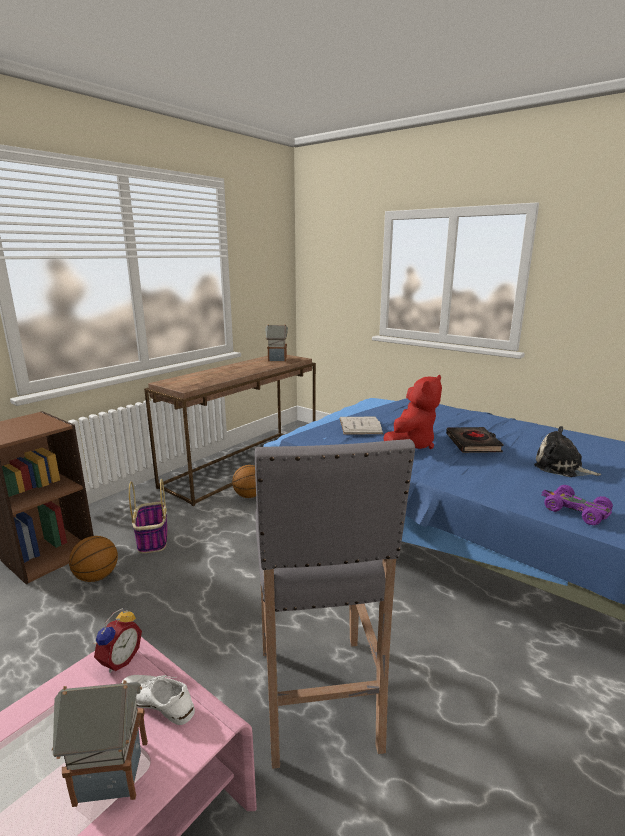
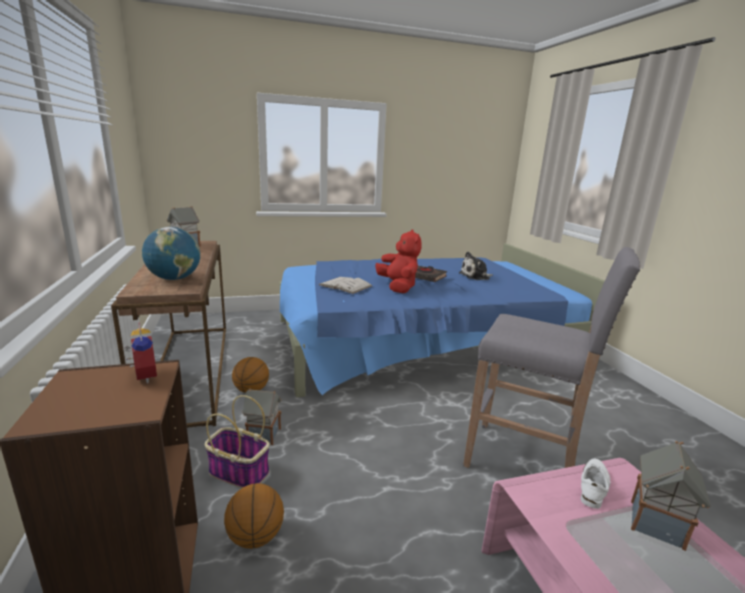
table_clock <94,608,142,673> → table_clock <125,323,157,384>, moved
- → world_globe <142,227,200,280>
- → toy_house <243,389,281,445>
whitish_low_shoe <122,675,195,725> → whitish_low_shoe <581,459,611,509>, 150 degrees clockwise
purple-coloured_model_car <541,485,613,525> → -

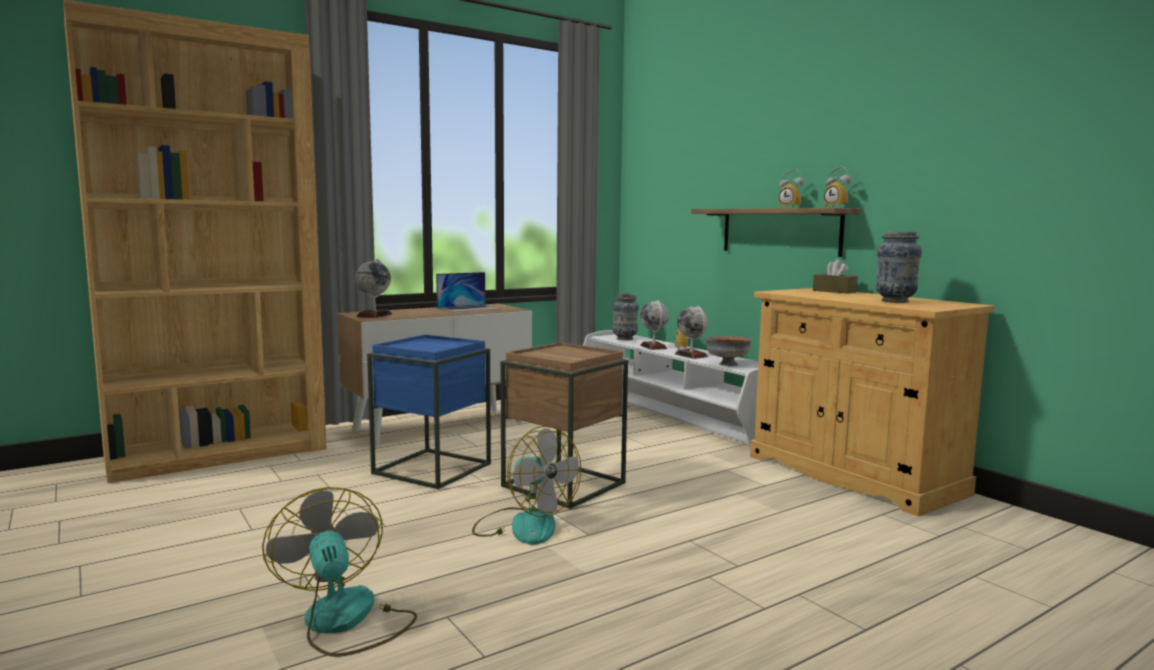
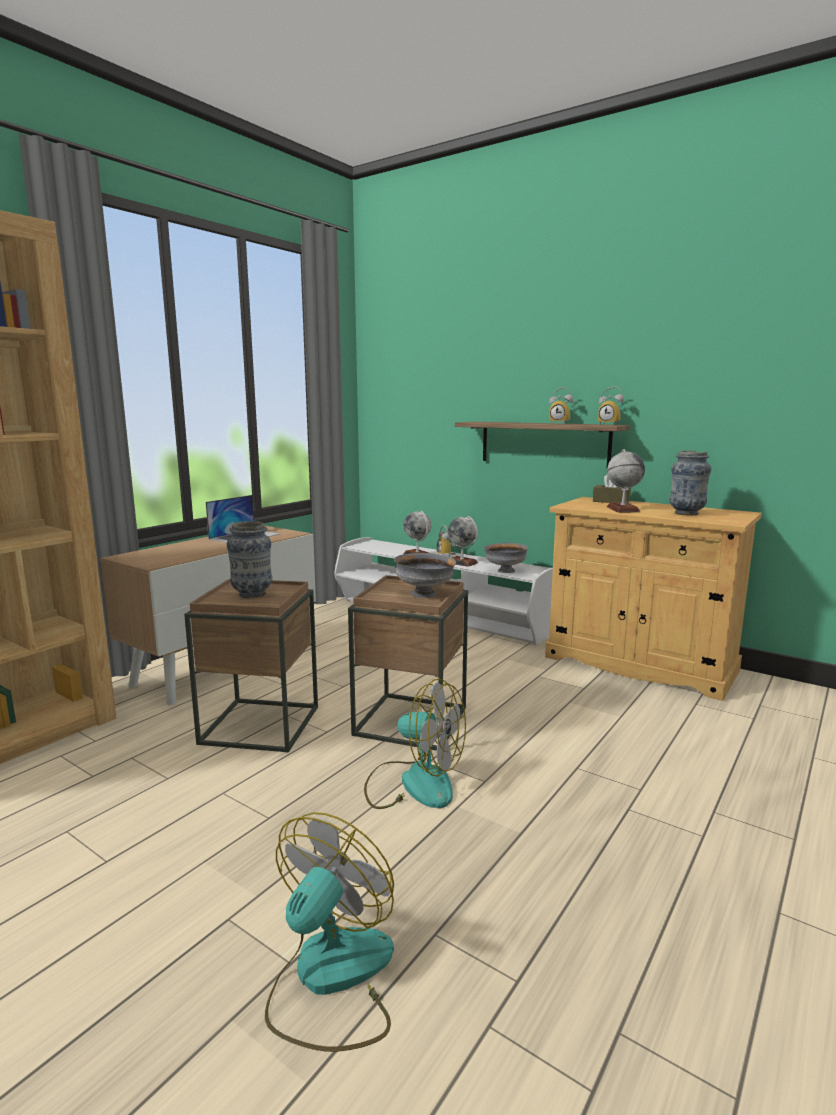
blue_accent_table <367,335,491,489> → brownish_accent_table <184,579,318,753>
decorative_vase <612,294,639,340> → decorative_vase <227,521,272,598>, moved
cooling_fan <262,487,417,657> → cooling_fan <265,812,394,1052>, 75 degrees clockwise
- → greyish_serving_bowl <394,553,456,598>
world_globe <356,259,392,318> → world_globe <607,449,645,513>, moved

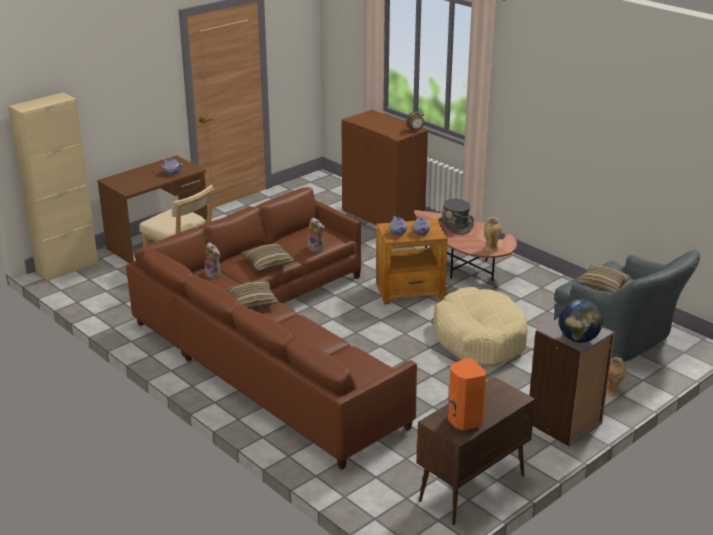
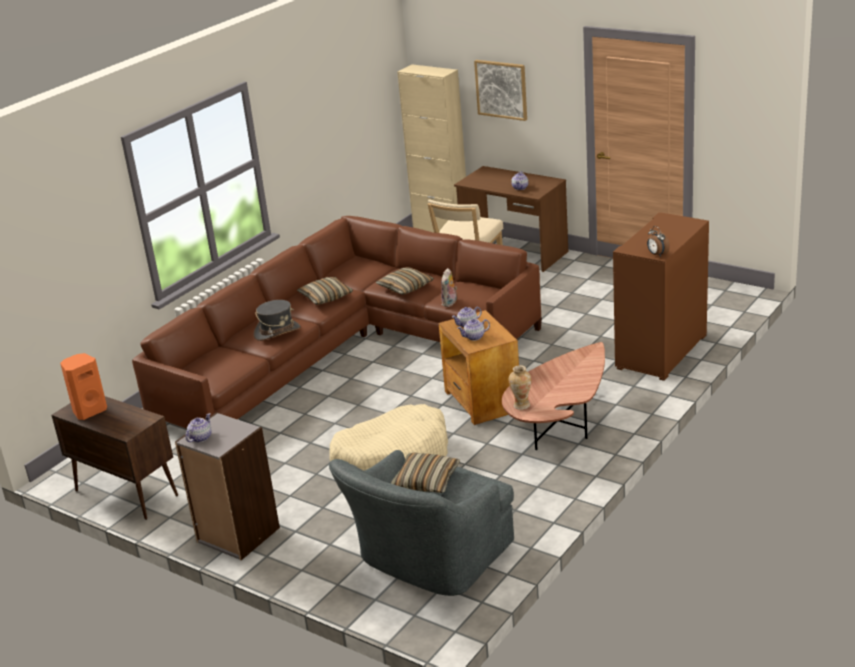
world_globe <559,299,603,343> → pot_for_tea <185,413,211,442>
greyish_wearable_hat <438,199,474,235> → greyish_wearable_hat <254,300,301,341>, moved
- → wall_art <474,60,527,121>
soft_toy <205,242,220,279> → -
decorative_vase <606,357,626,397> → -

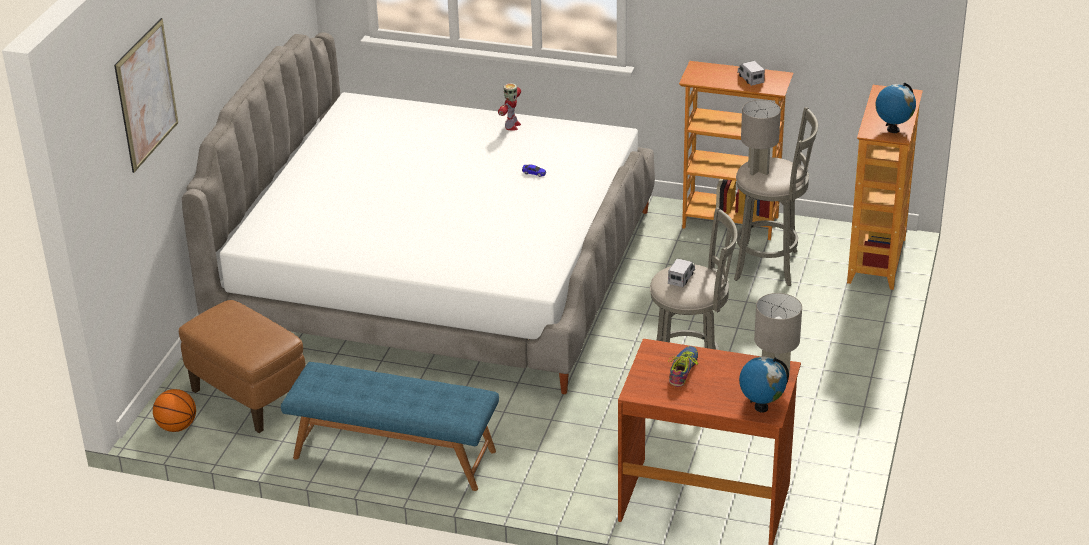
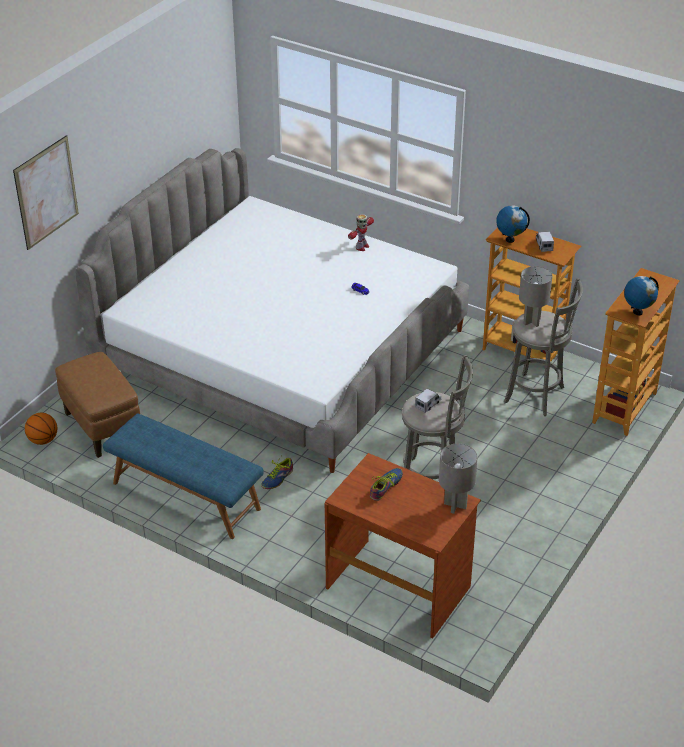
- → low_shoe <261,457,293,489>
world_globe <739,357,789,413> → world_globe <496,205,530,243>, moved

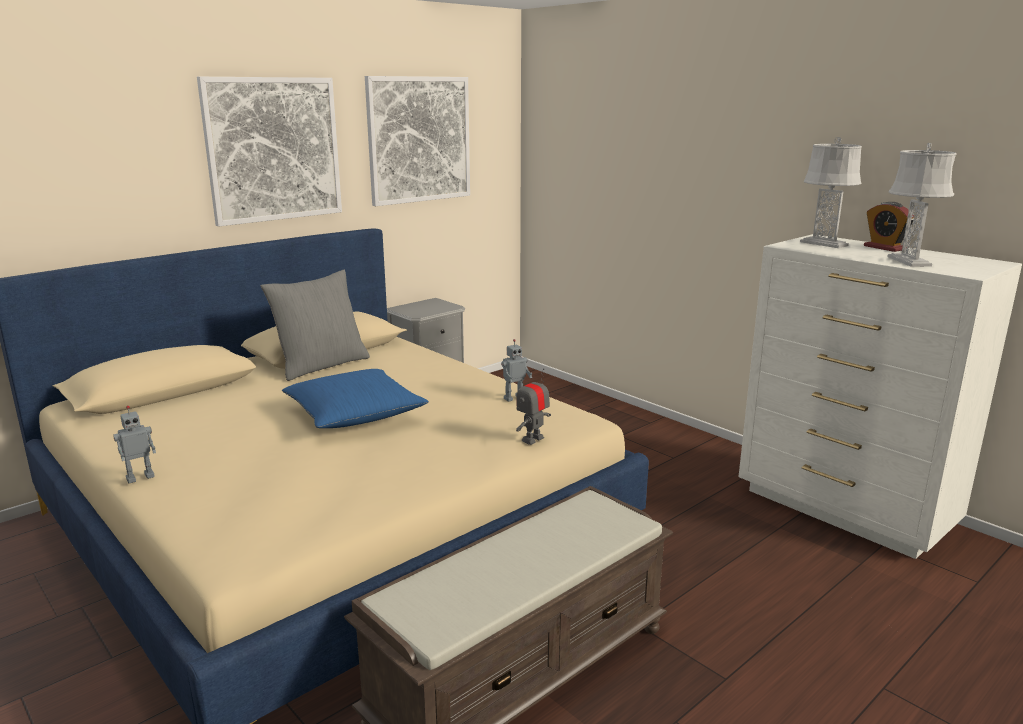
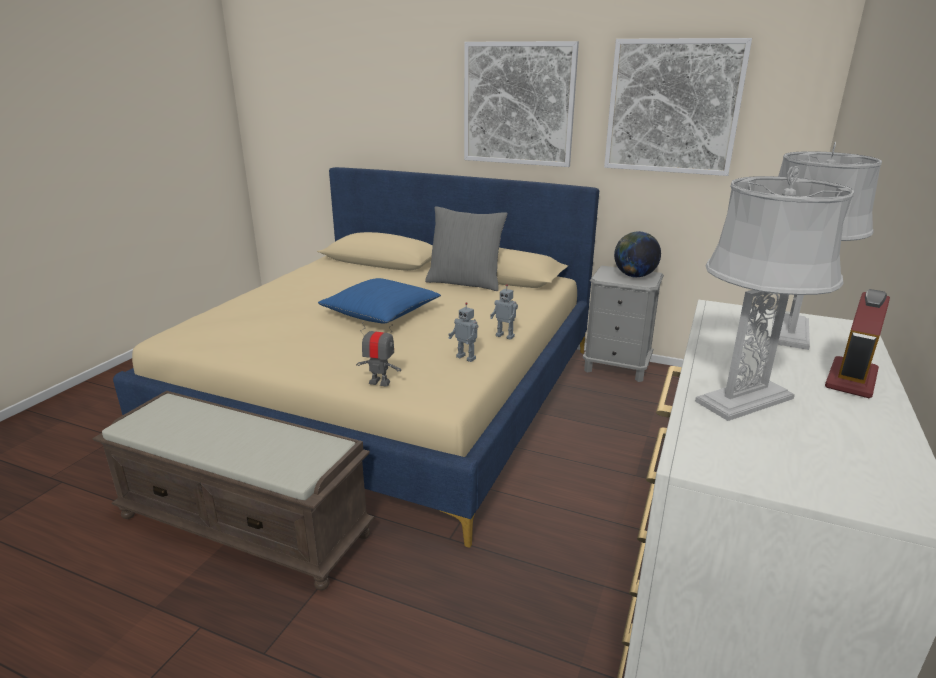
robot_figure <113,406,156,483> → robot_figure <490,284,518,340>, moved
- → world_globe <614,231,661,278>

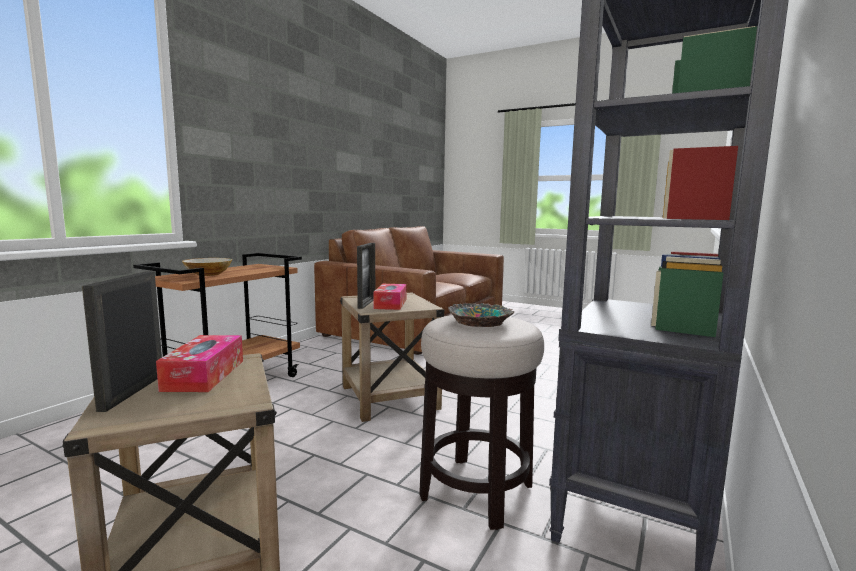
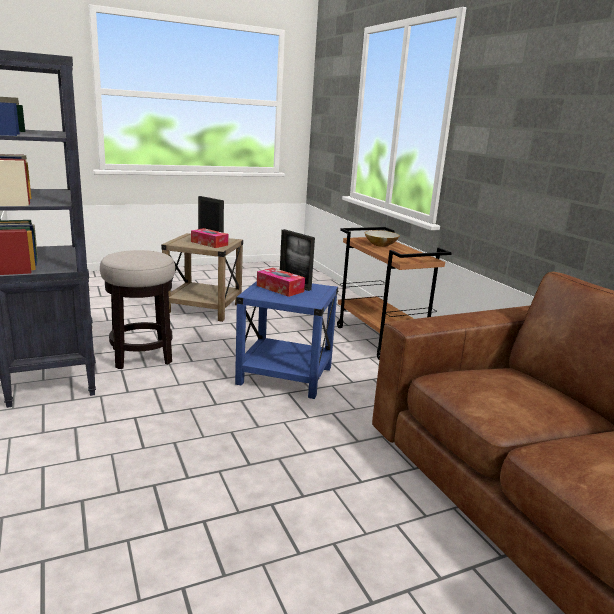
sand-coloured_accent_table <340,293,444,422> → blue_accent_table <235,281,338,399>
serving_bowl <448,303,514,327> → -

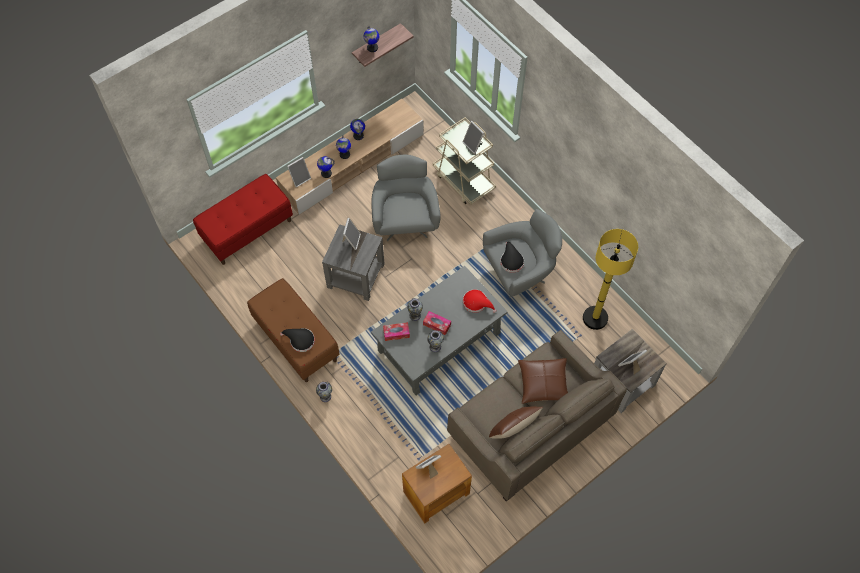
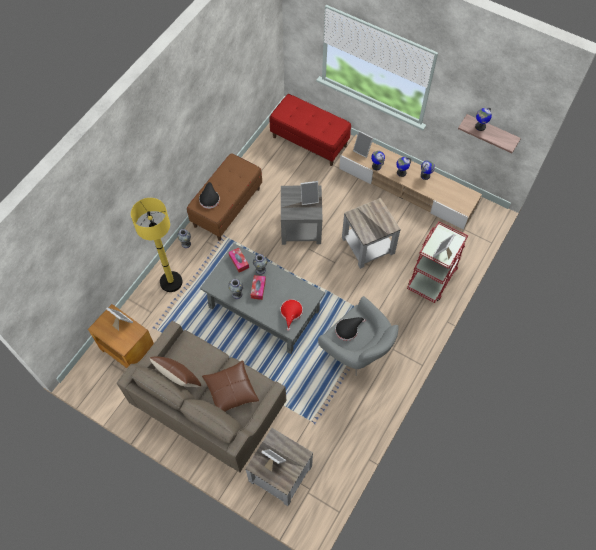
yellowish_standing_lamp <583,229,638,330> → yellowish_standing_lamp <131,198,183,292>, moved
greyish_easy_chair <371,155,441,242> → greyish_accent_table <342,198,401,269>
sand-coloured_cart <433,117,496,204> → red-coloured_cart <407,221,468,303>

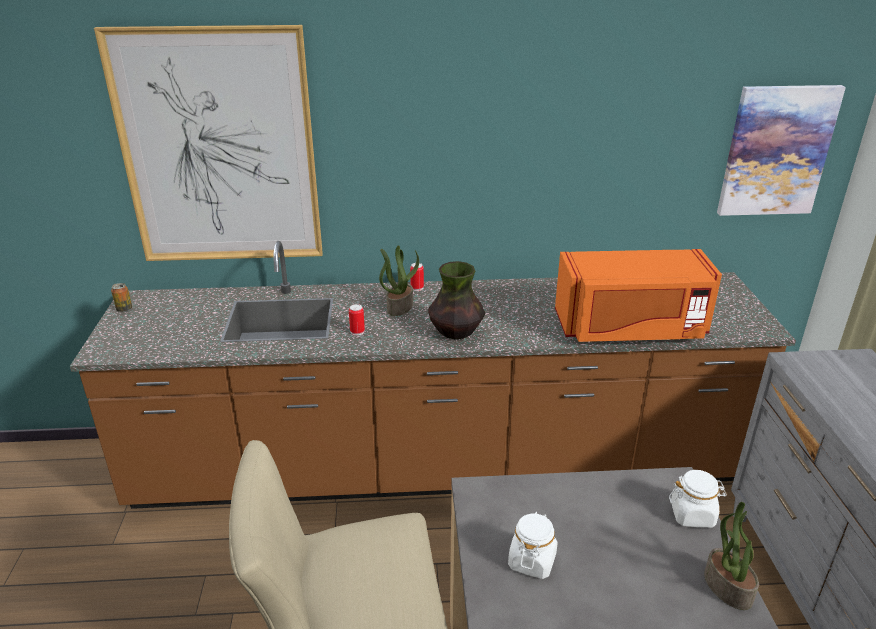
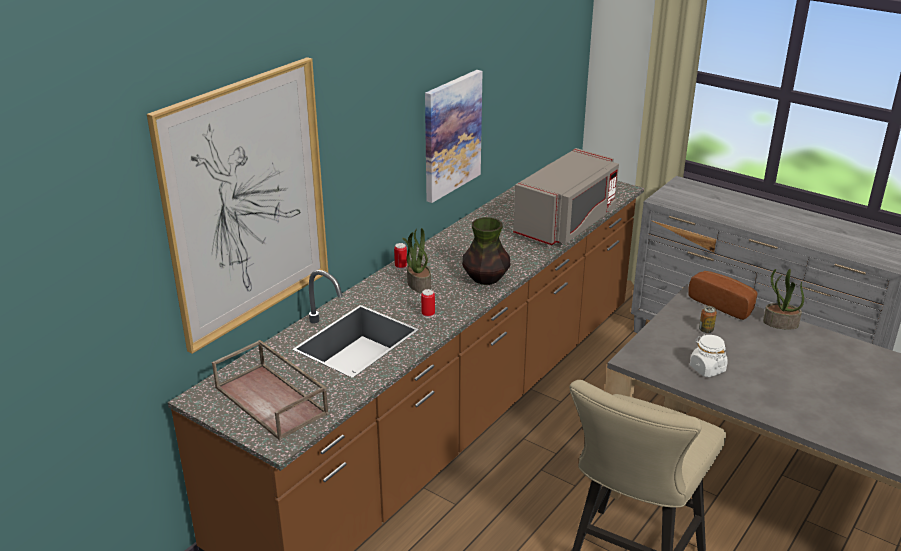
- → brownish_tray <212,340,329,440>
wall_art <717,85,846,216> → wall_art <425,70,482,203>, moved
orangey_kitchen_microwave <555,249,722,342> → greyish_kitchen_microwave <513,148,619,245>
whitish_storage_jar <669,470,727,528> → baked_bread <688,271,758,320>
metal_can <111,283,132,312> → metal_can <699,306,717,333>, moved

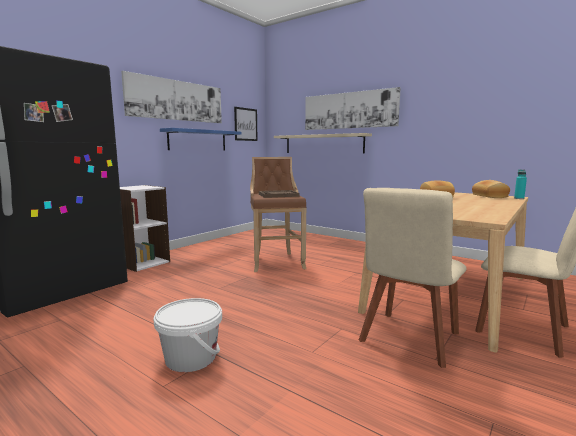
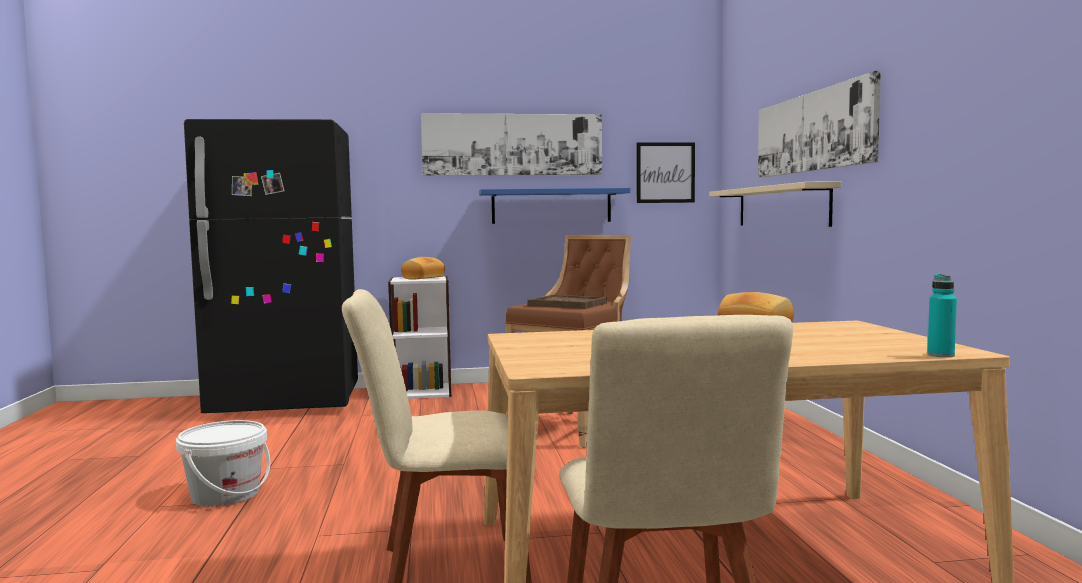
baked_bread <472,180,510,198> → baked_bread <401,257,445,279>, moved

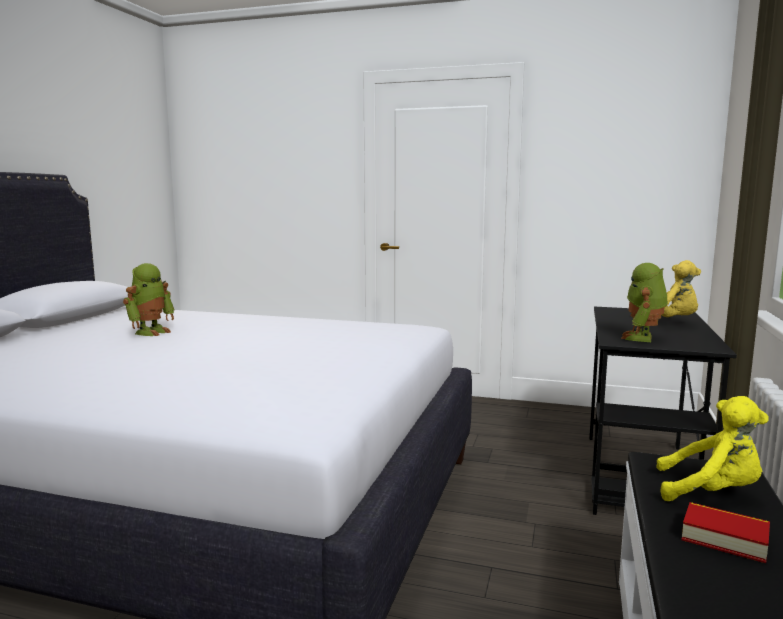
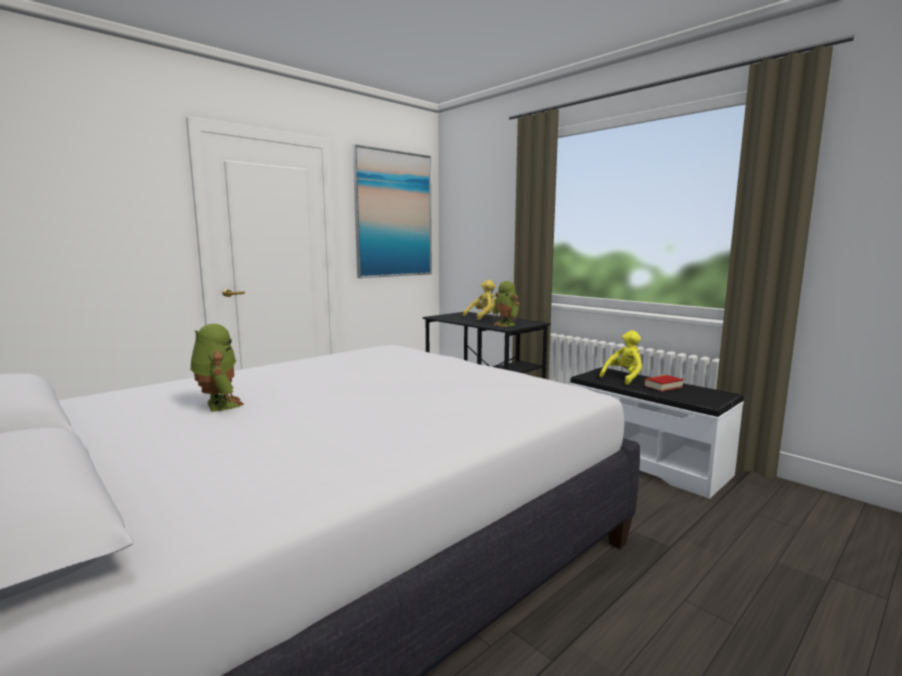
- → wall_art <353,144,432,278>

